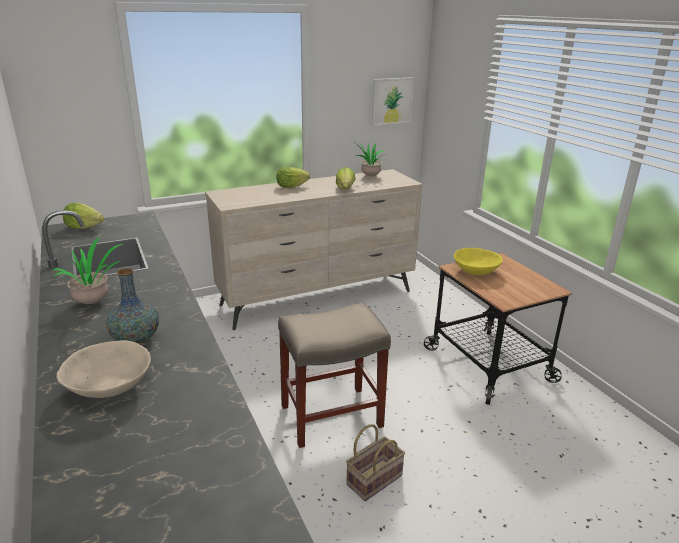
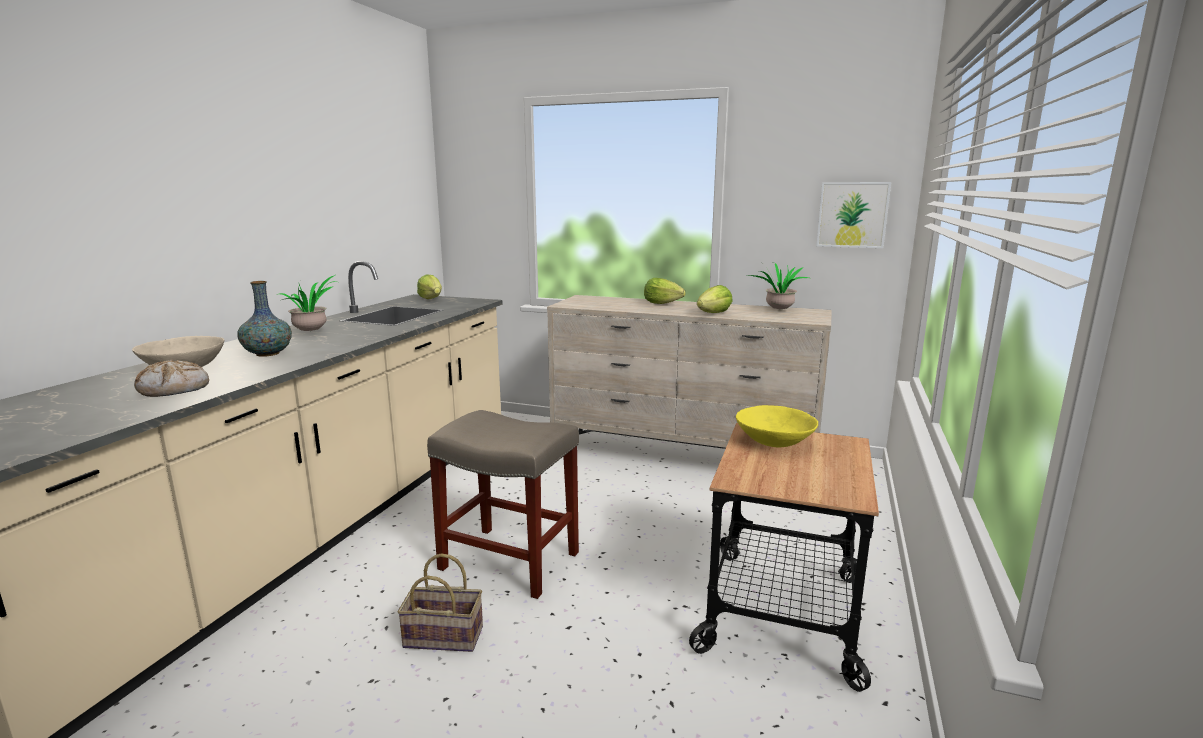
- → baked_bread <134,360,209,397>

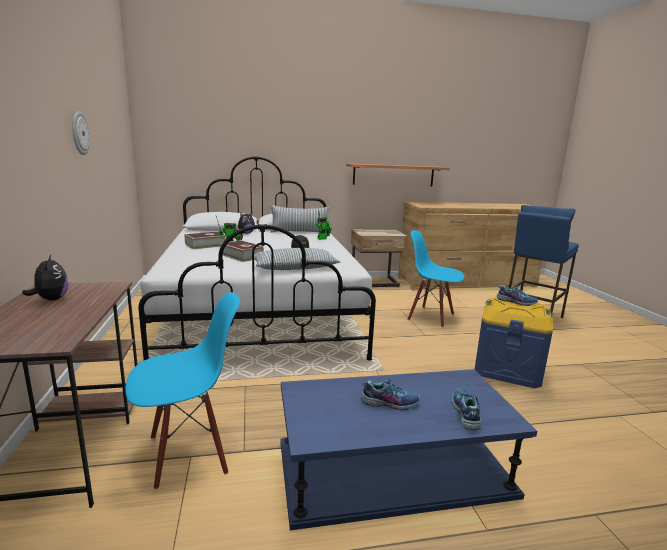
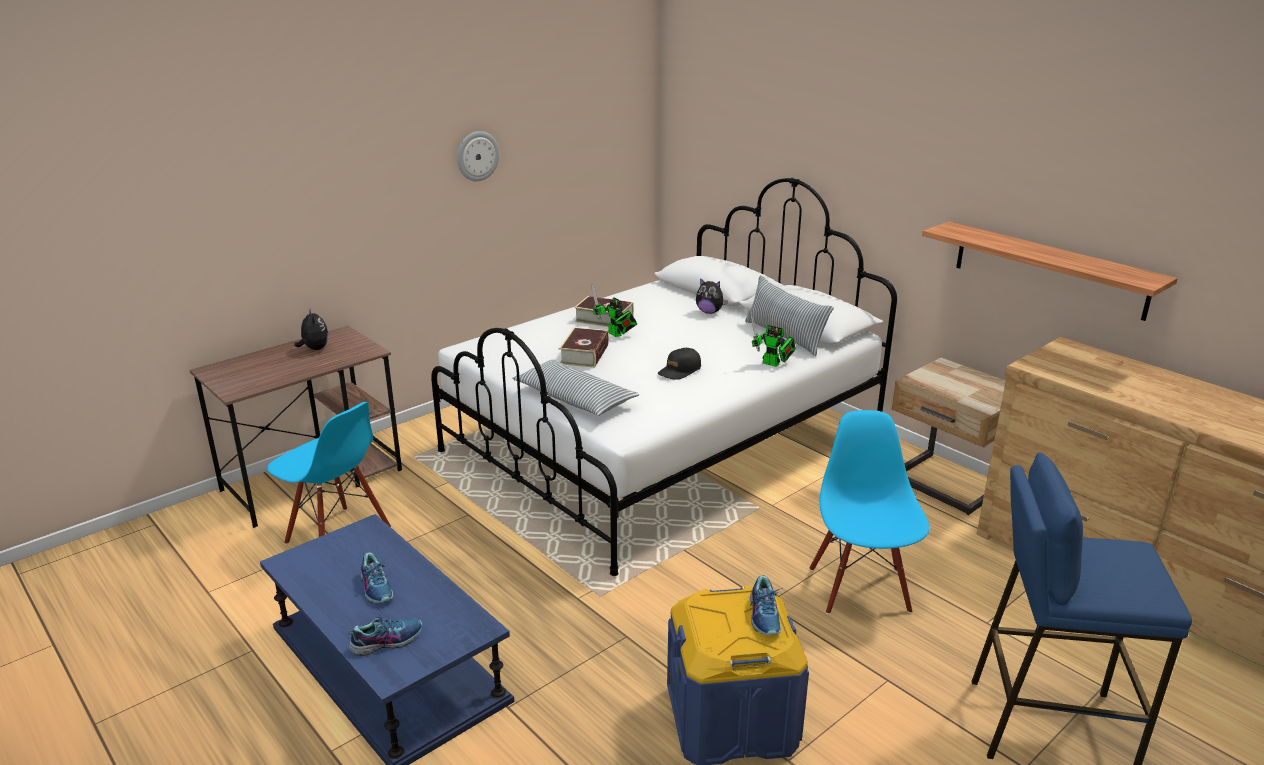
soft_toy <22,255,68,300> → soft_toy <294,308,328,350>, 60 degrees counterclockwise

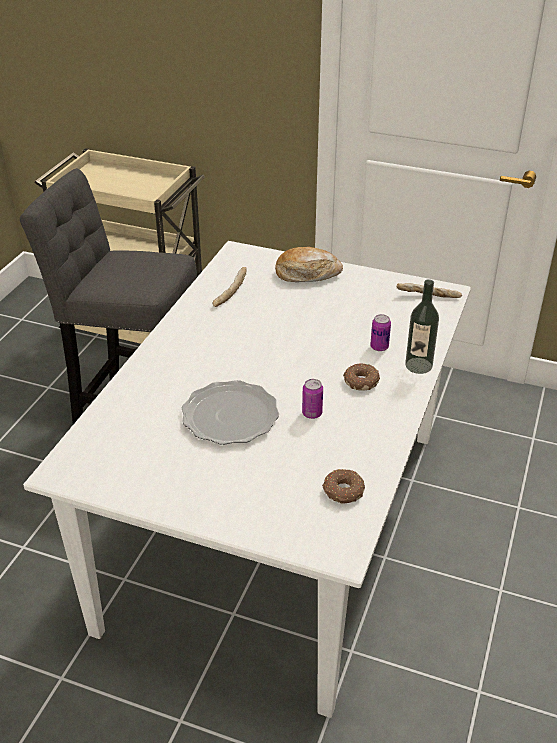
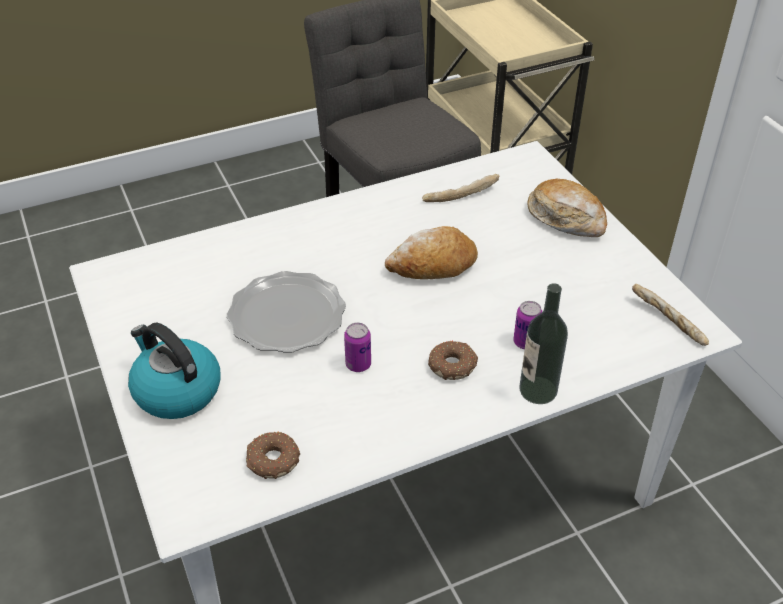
- → tea_kettle <128,323,221,419>
- → baked_bread <385,226,478,279>

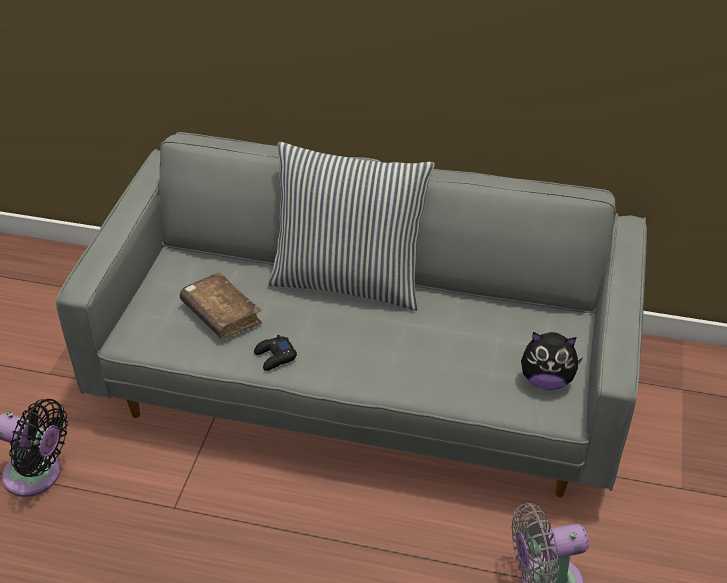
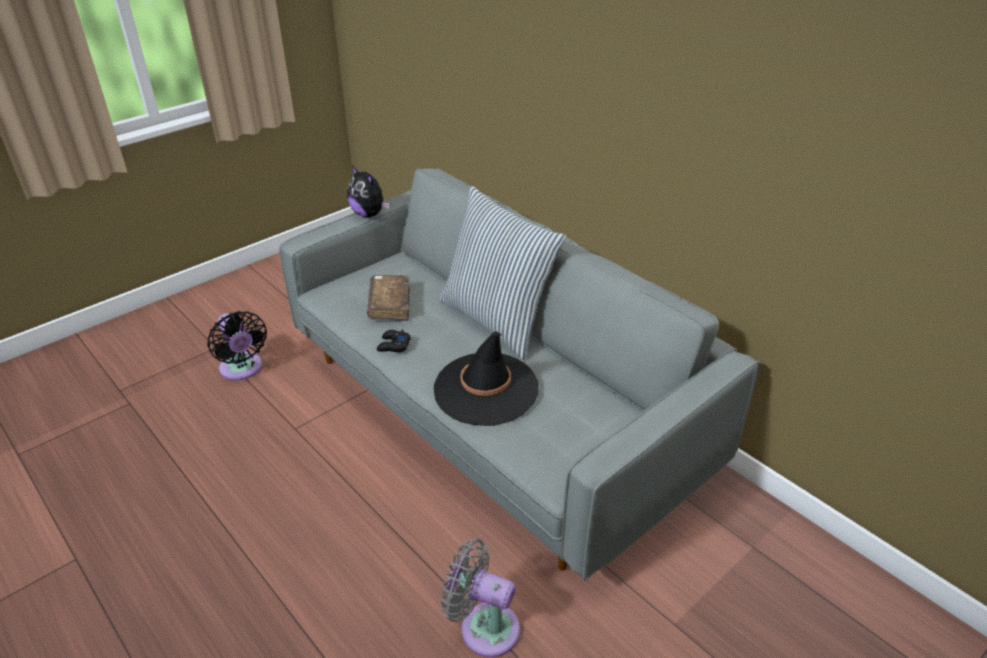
soft_toy <521,332,583,390> → soft_toy <347,166,389,218>, moved
- → blackish_wearable_hat <434,331,539,426>

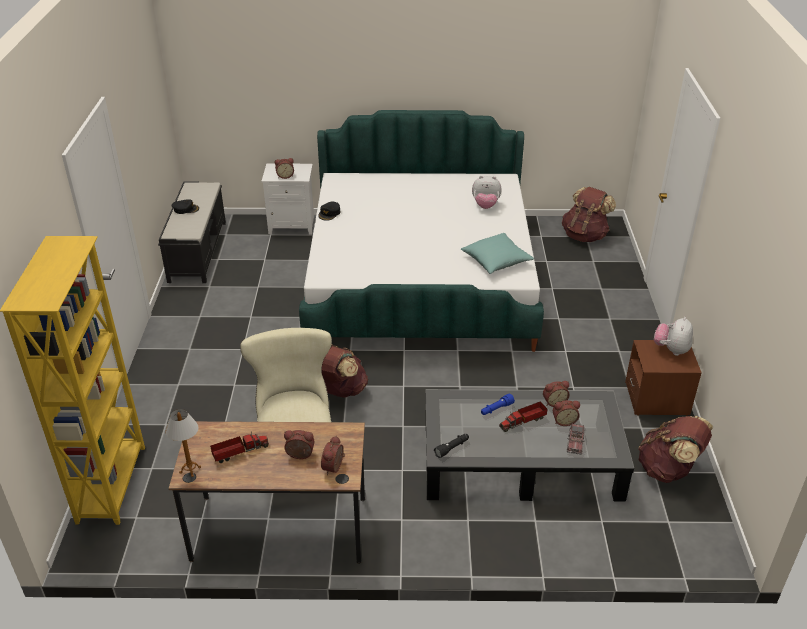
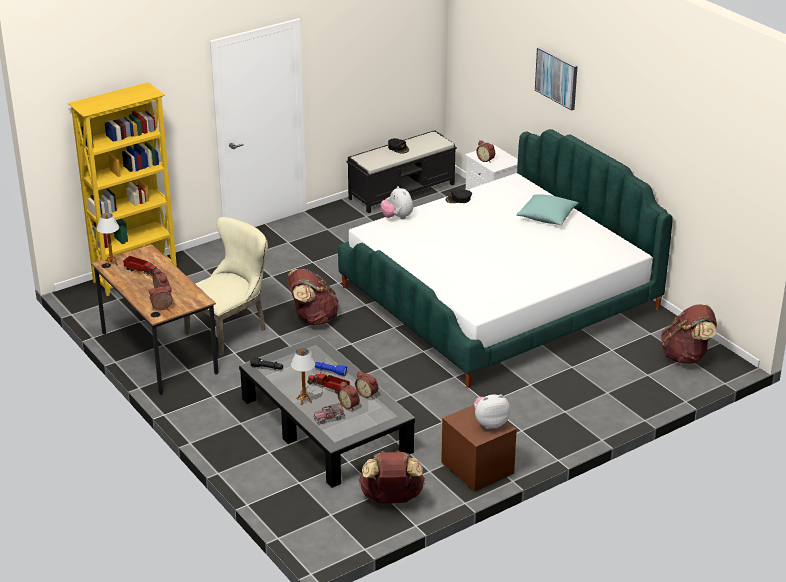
- → lamp_for_a_table <291,348,315,405>
soft_toy <472,176,502,209> → soft_toy <380,186,413,219>, moved
turquoise-coloured_throw_pillow <461,233,534,274> → turquoise-coloured_throw_pillow <516,195,579,226>, moved
- → wall_art <535,47,577,111>

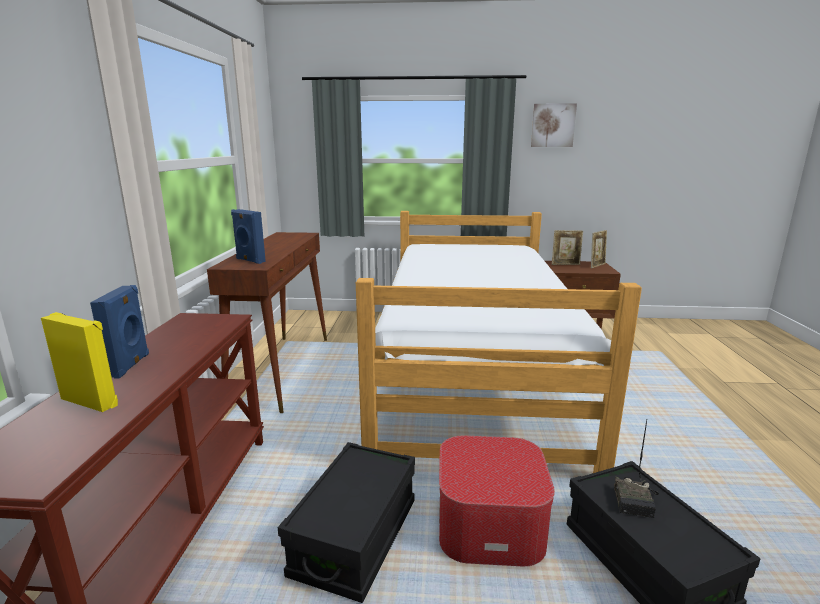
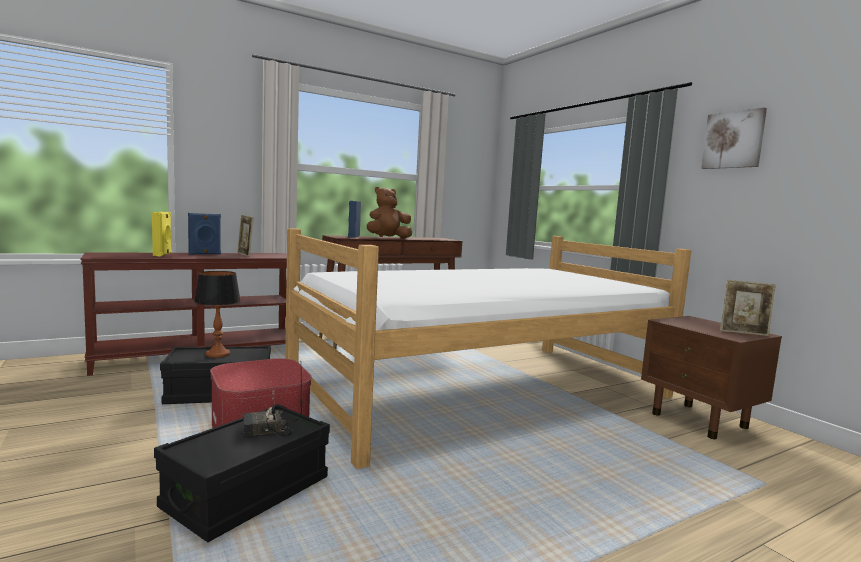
- → lamp_for_a_table <194,271,241,358>
picture_frame <552,230,583,265> → picture_frame <237,215,254,257>, moved
- → brownish_soft_toy <367,187,412,238>

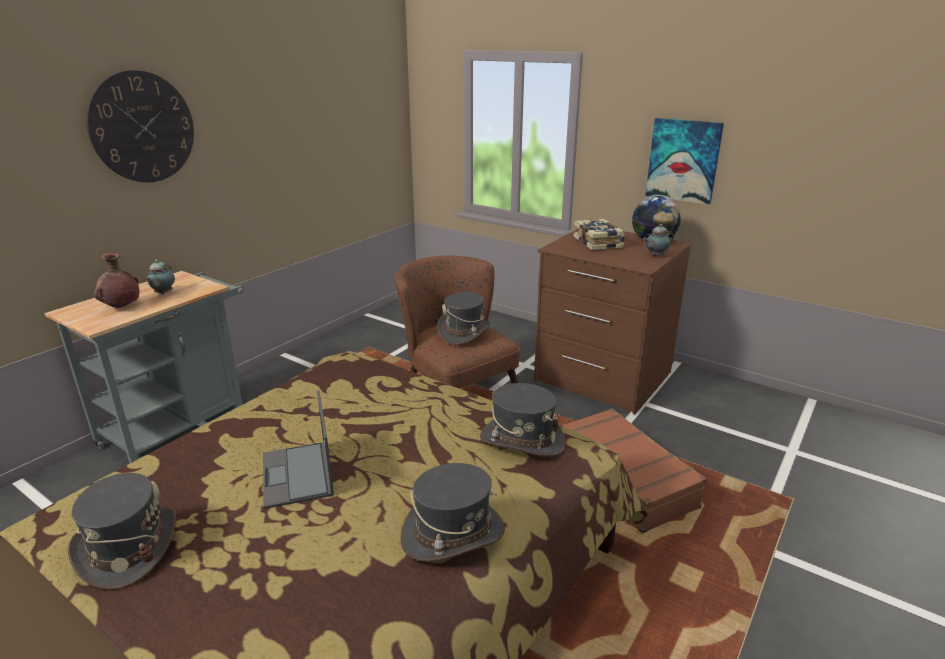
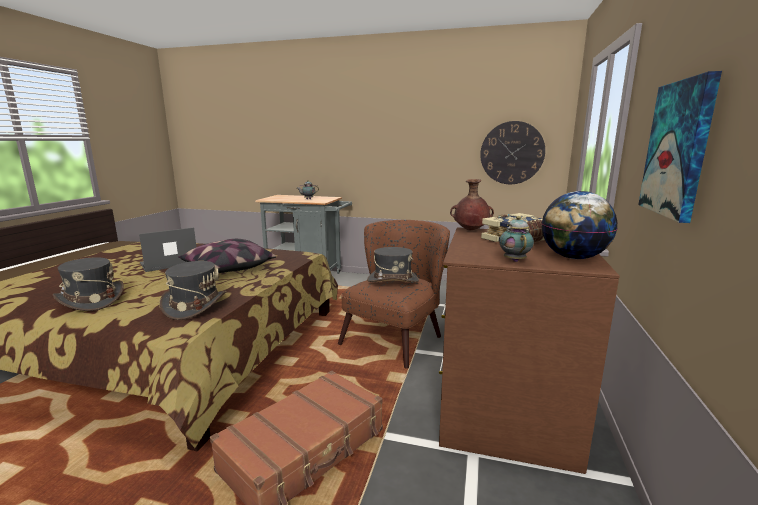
- → throw_pillow <178,239,276,273>
brownish_decorative_vase <94,253,140,308> → brownish_decorative_vase <450,179,494,231>, moved
hanging_clock <86,70,194,182> → hanging_clock <480,121,545,184>, moved
pot_for_tea <643,224,674,256> → pot_for_tea <499,216,534,262>, 45 degrees clockwise
greyish_wearable_hat <68,473,176,590> → -

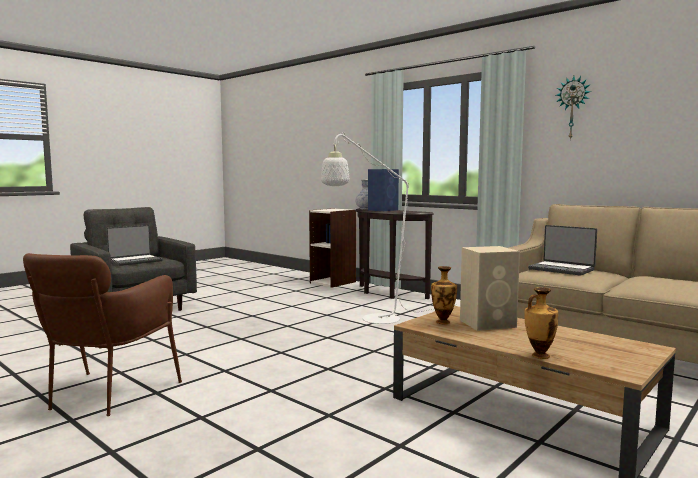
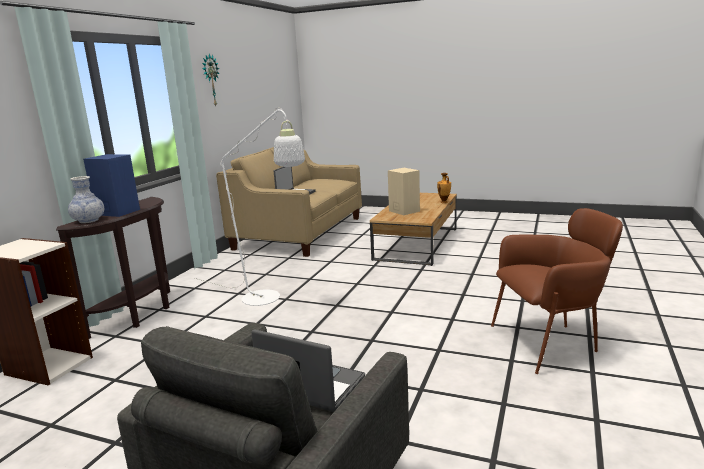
decorative_vase <431,266,457,324> → -

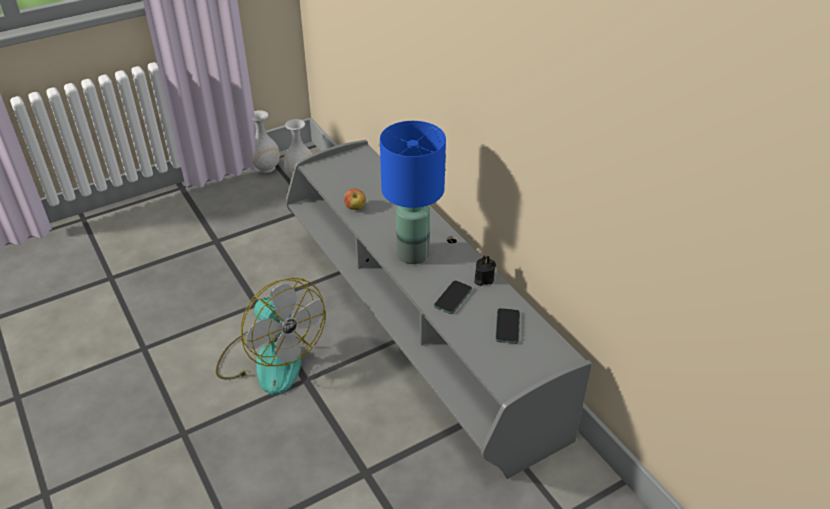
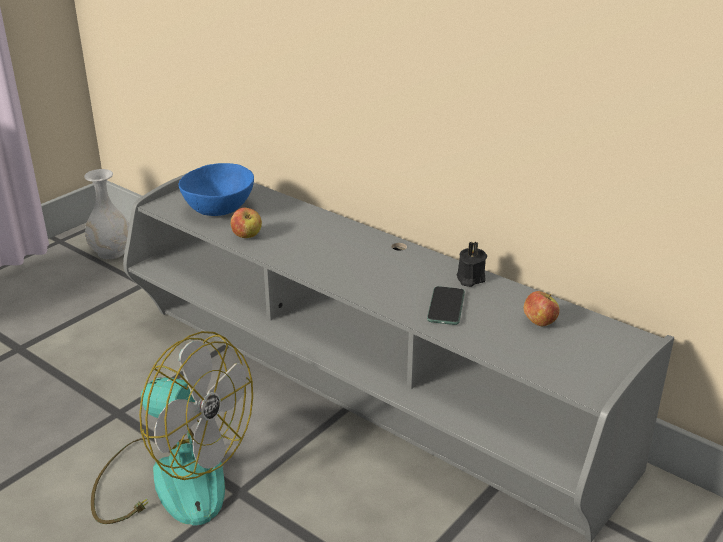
- → blue_serving_bowl <179,163,254,216>
handset <495,308,520,344> → apple <524,291,560,326>
whitish_decorative_vase <251,110,280,173> → -
blue_lamp_for_a_table <380,121,446,264> → -

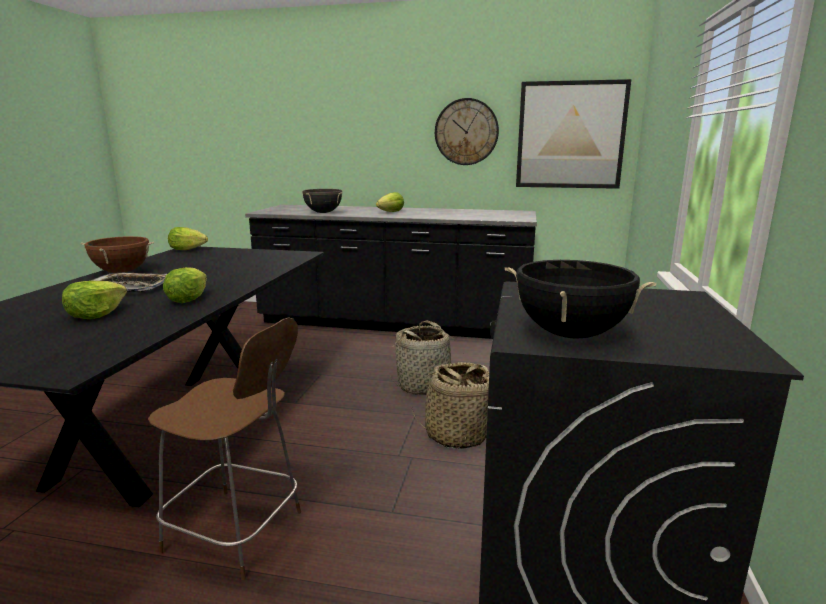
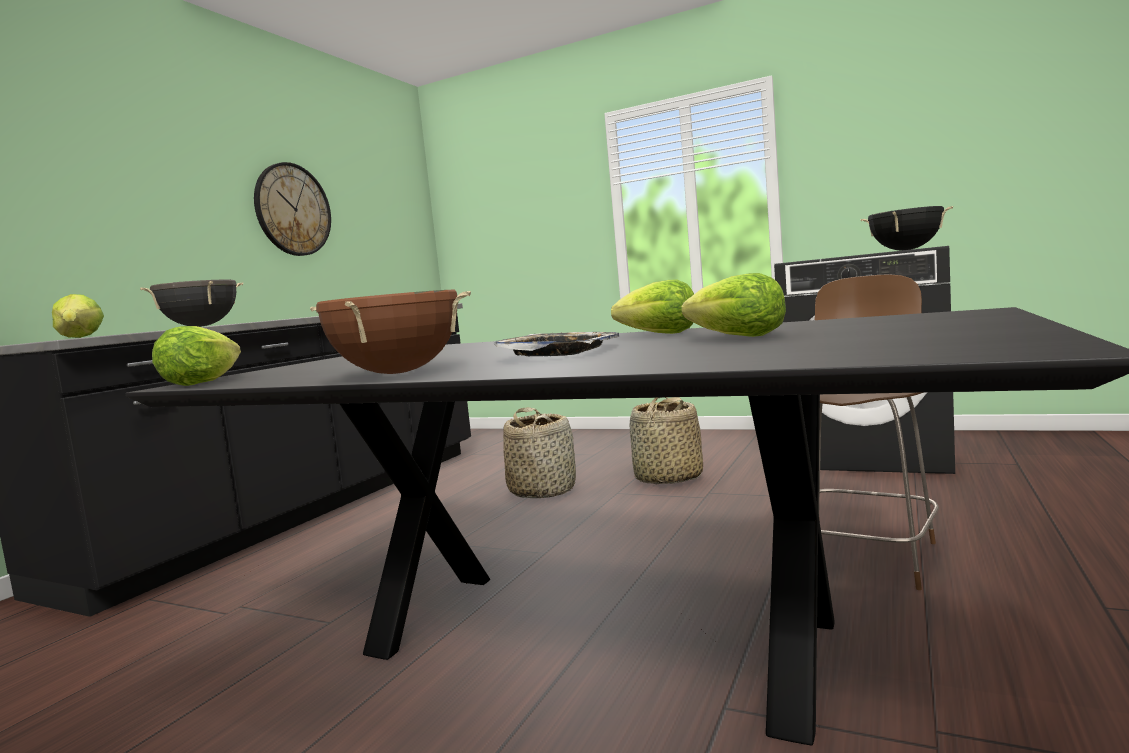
head_of_lettuce <376,192,404,212> → head_of_lettuce <52,294,104,338>, moved
wall_art <516,79,631,189> → -

